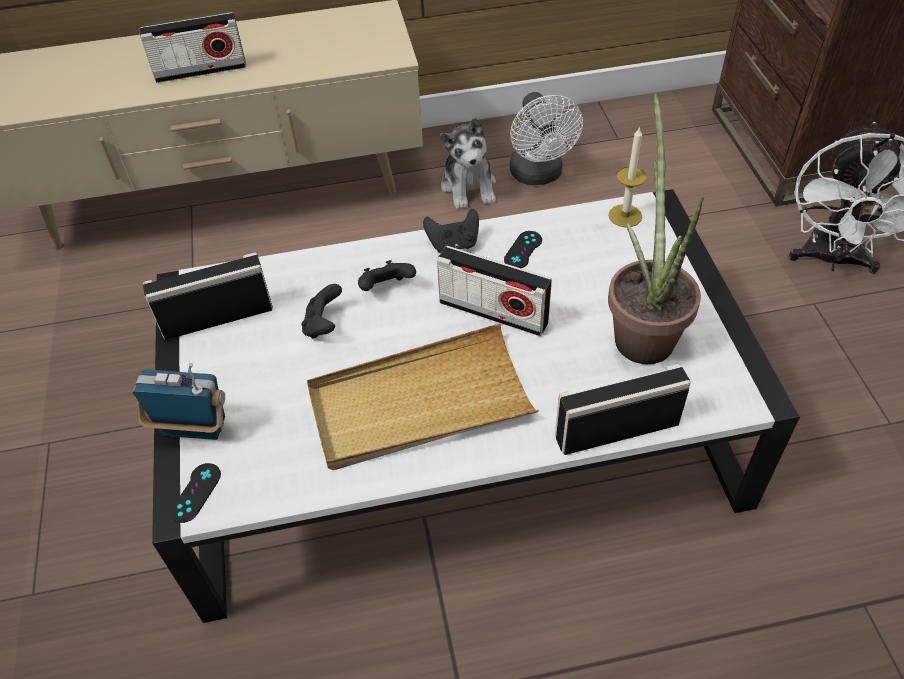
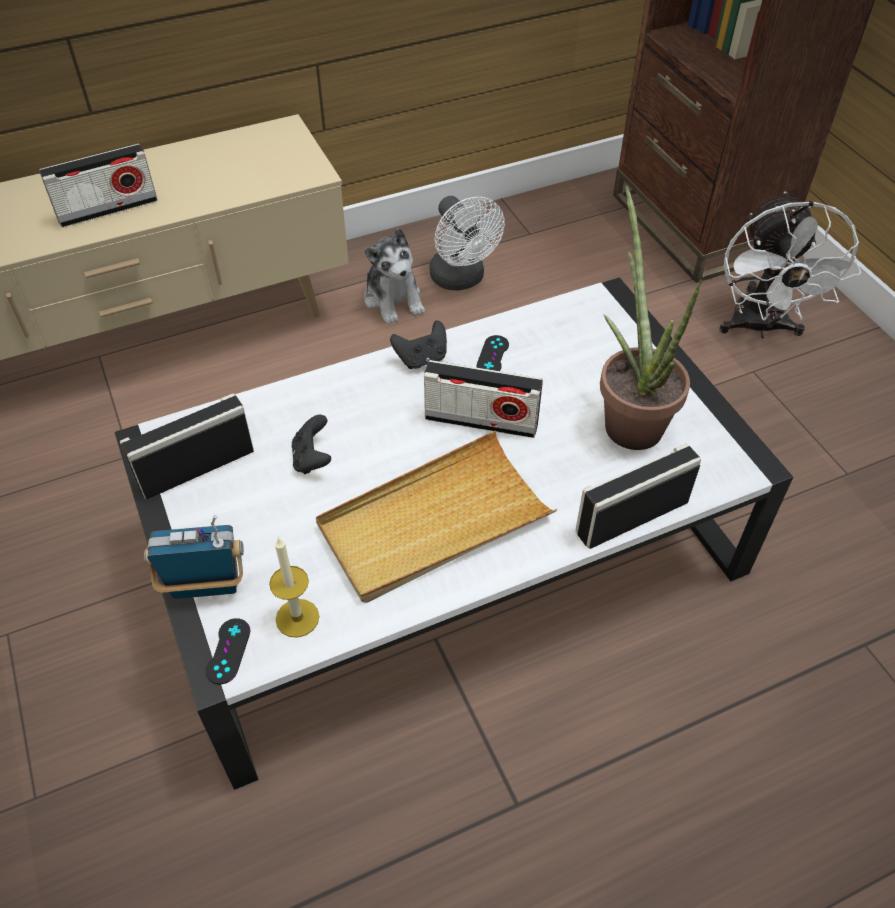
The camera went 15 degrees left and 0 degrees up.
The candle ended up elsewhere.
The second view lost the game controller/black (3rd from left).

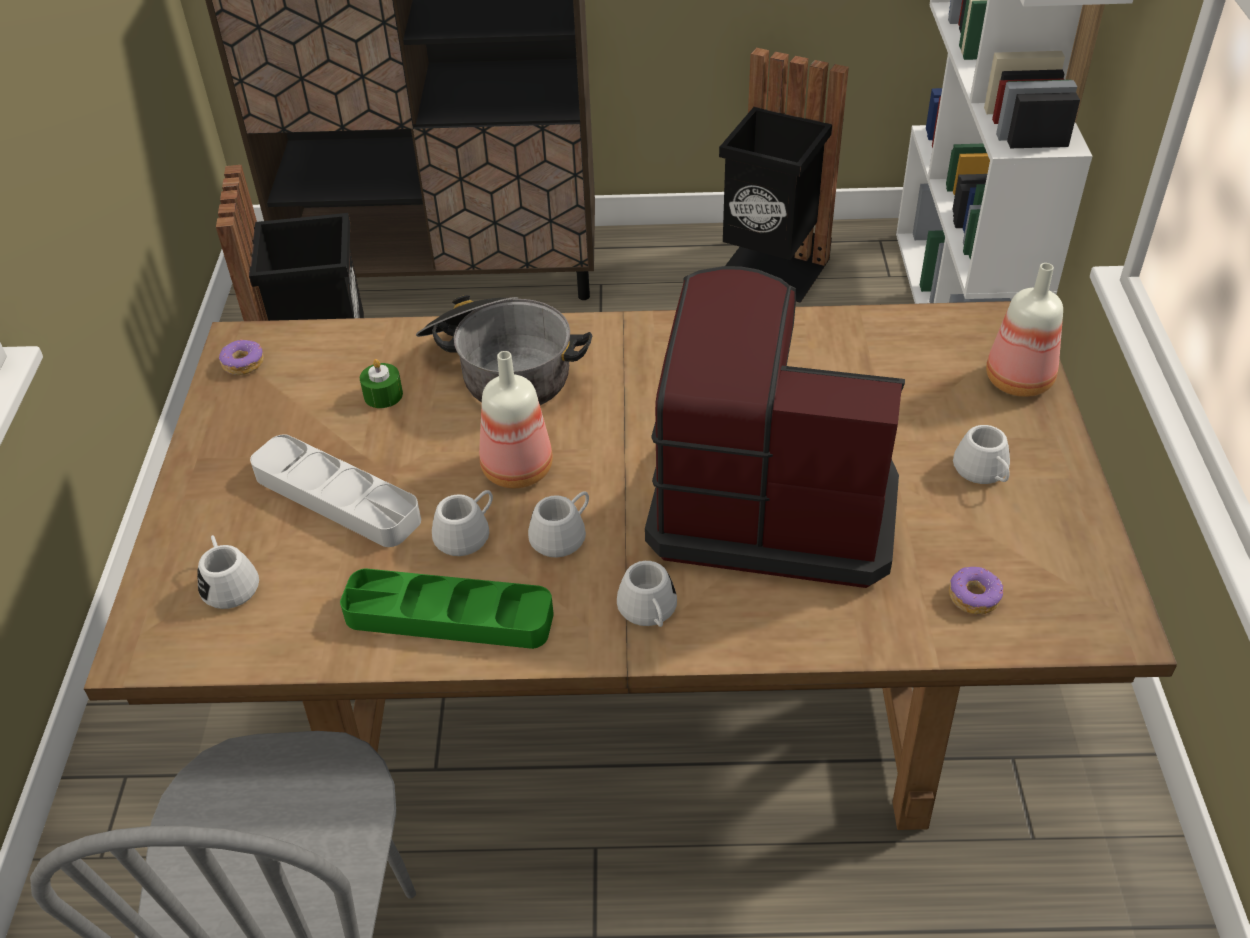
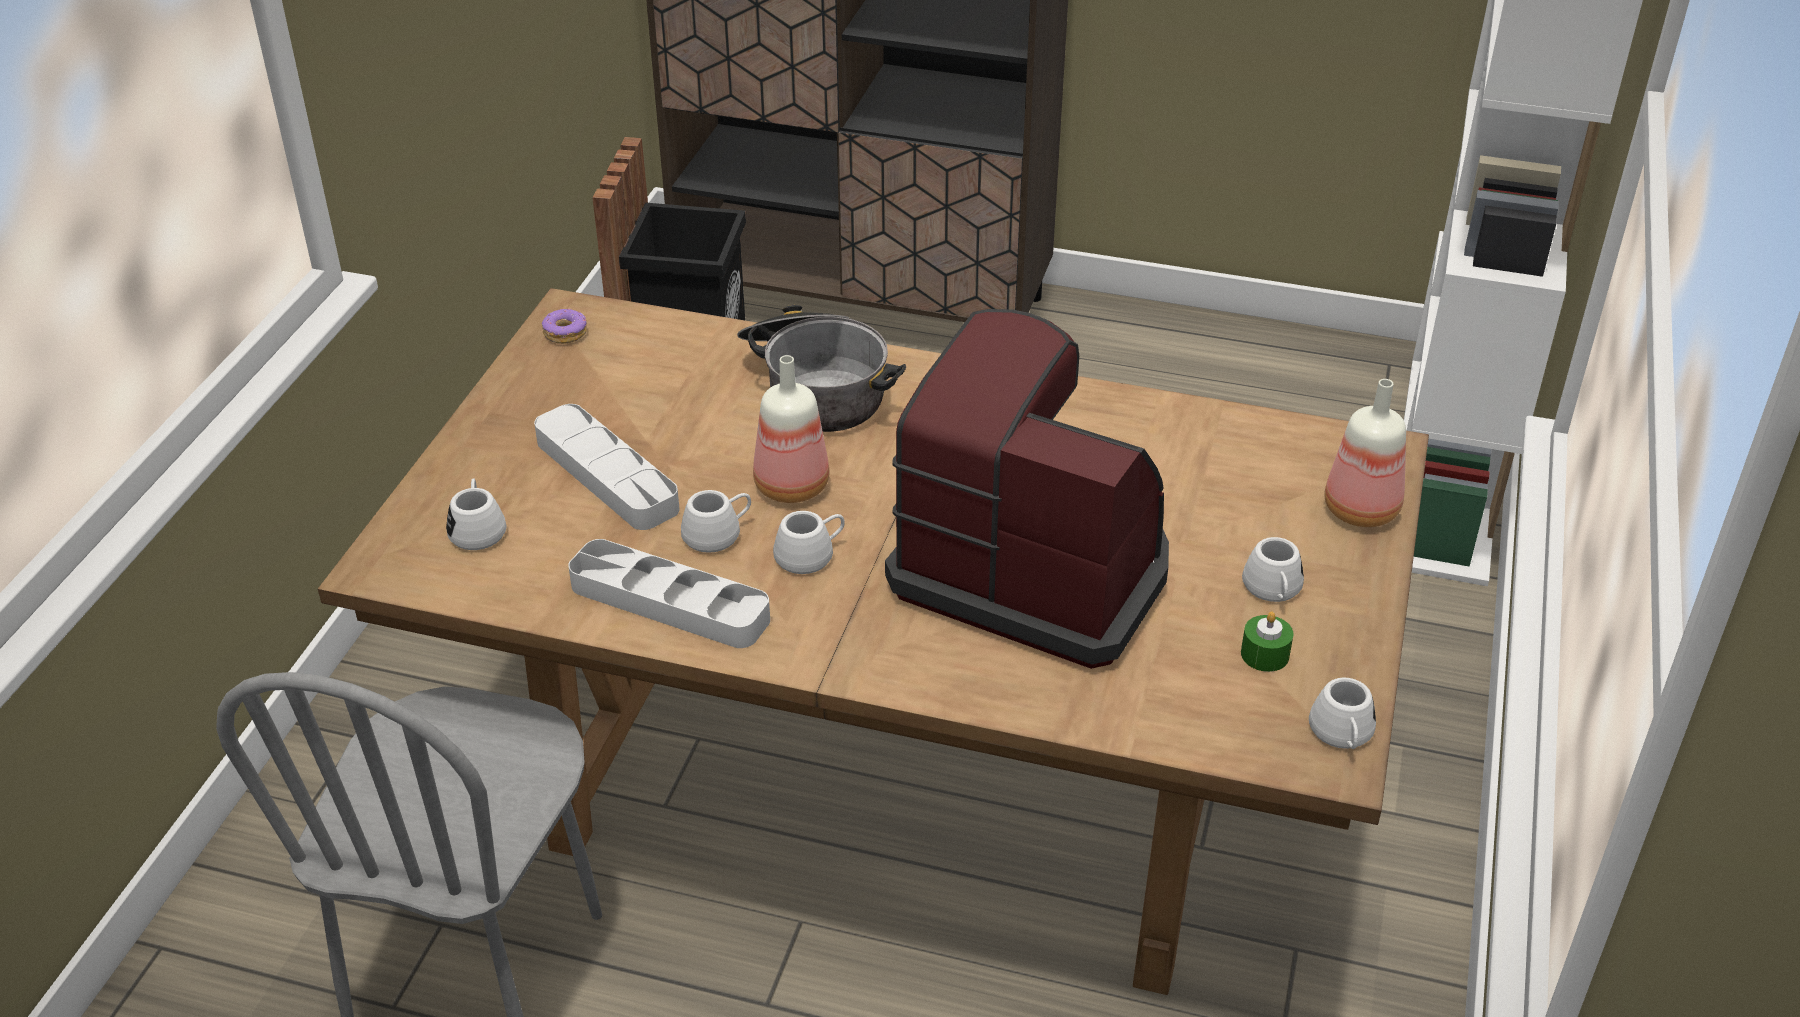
The camera went 15 degrees right and 5 degrees down.
What was the serving tray/green-coloured turned into the serving tray/grey (2nd from left).
The candle/green-coloured ended up elsewhere.
The tea mug/white-coloured (4th from left in the first image) ended up elsewhere.
The second view lost the waste bin/black (2nd from left).
The second view lost the ring doughnut (2nd from left).

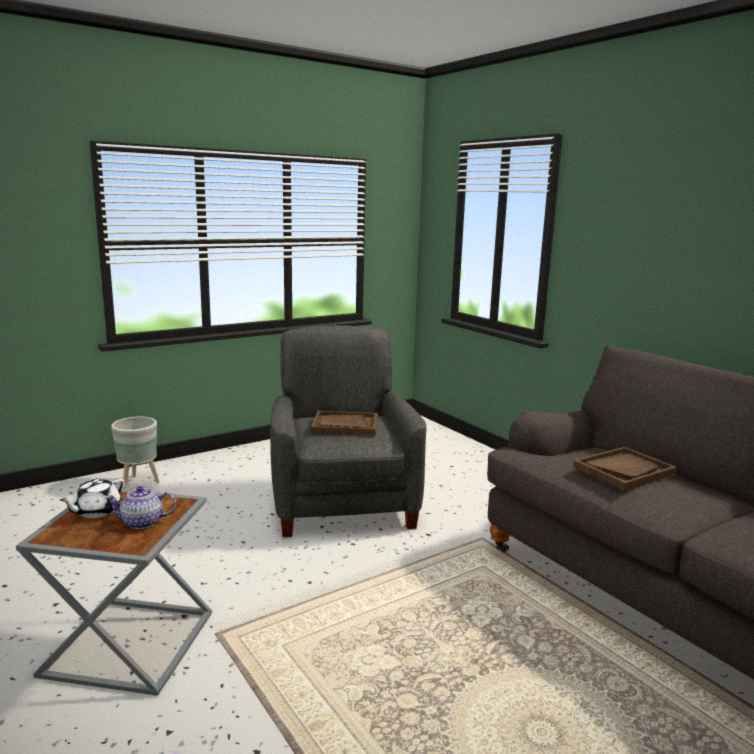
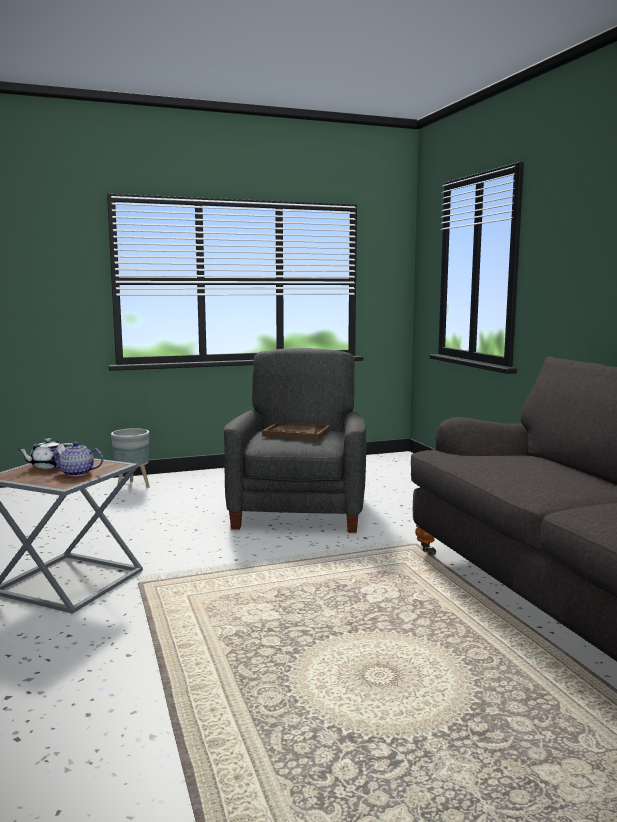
The camera went 15 degrees right and 5 degrees down.
The second view lost the serving tray/brownish (2nd from left).

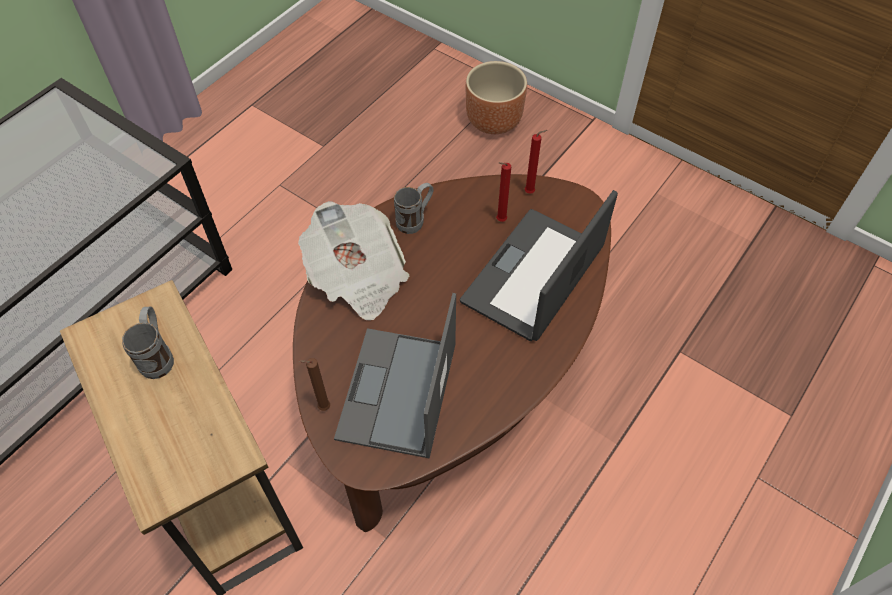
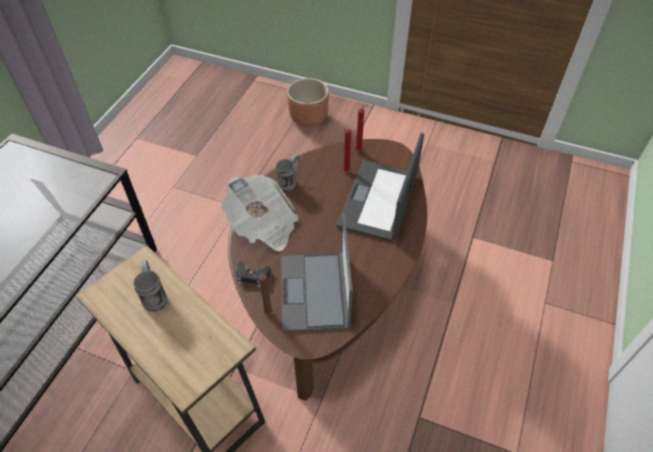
The camera went 15 degrees left and 5 degrees down.
The second view gained the game controller/black.

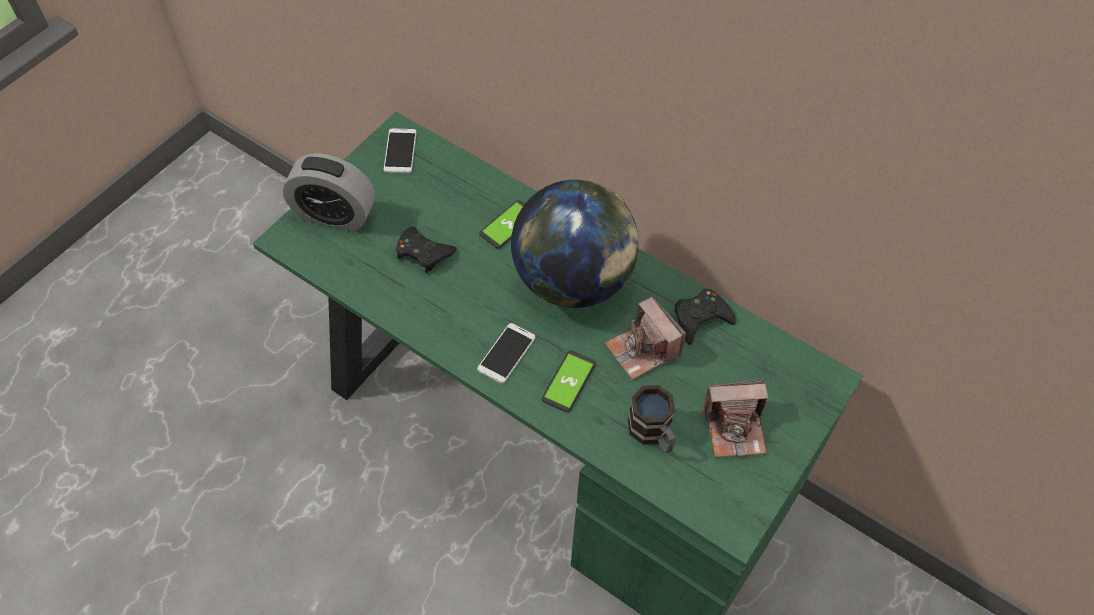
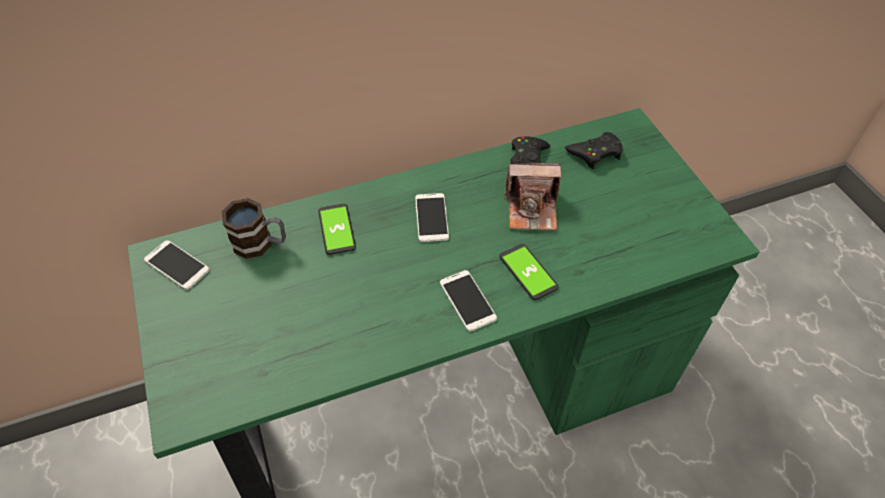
The camera went 55 degrees left and 5 degrees down.
The tea mug ended up elsewhere.
Where the desk globe stood, the phone (3rd from left) came to stand.
The game controller/black (1st from left in the first image) ended up elsewhere.
The second view lost the bedside clock.
The second view lost the photo camera (2nd from left).

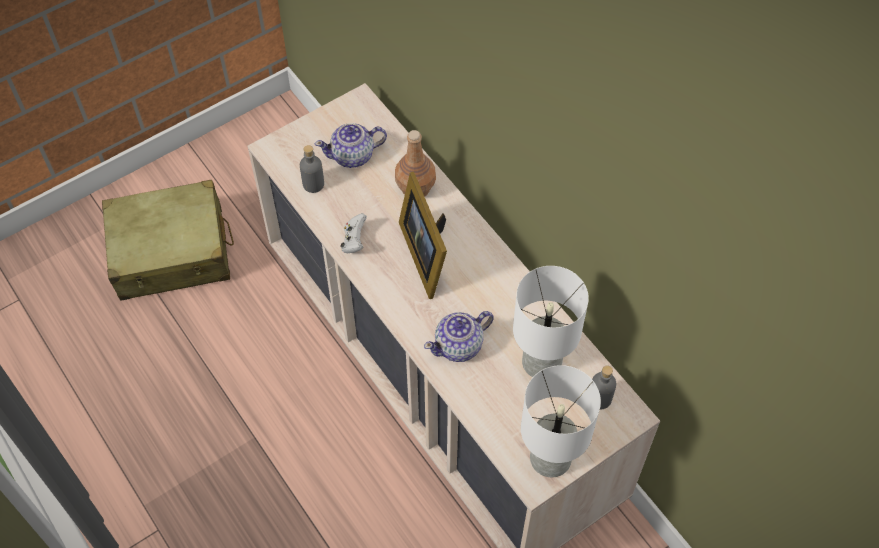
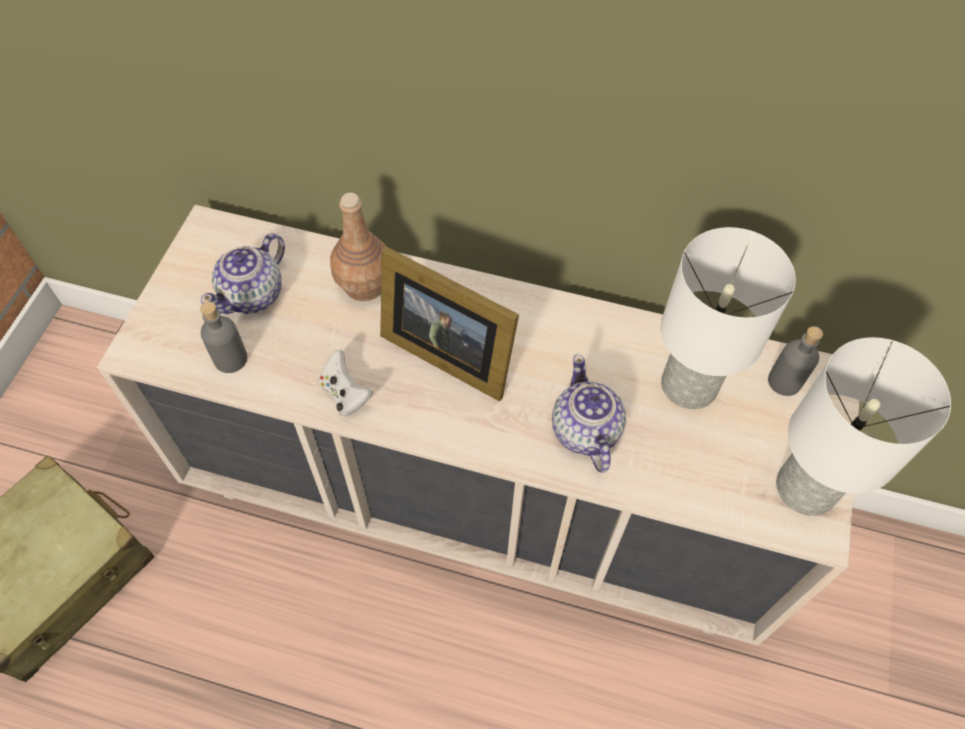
The camera went 40 degrees left and 0 degrees up.
The tea pot (2nd from left) ended up facing another way, 150 degrees clockwise from before.

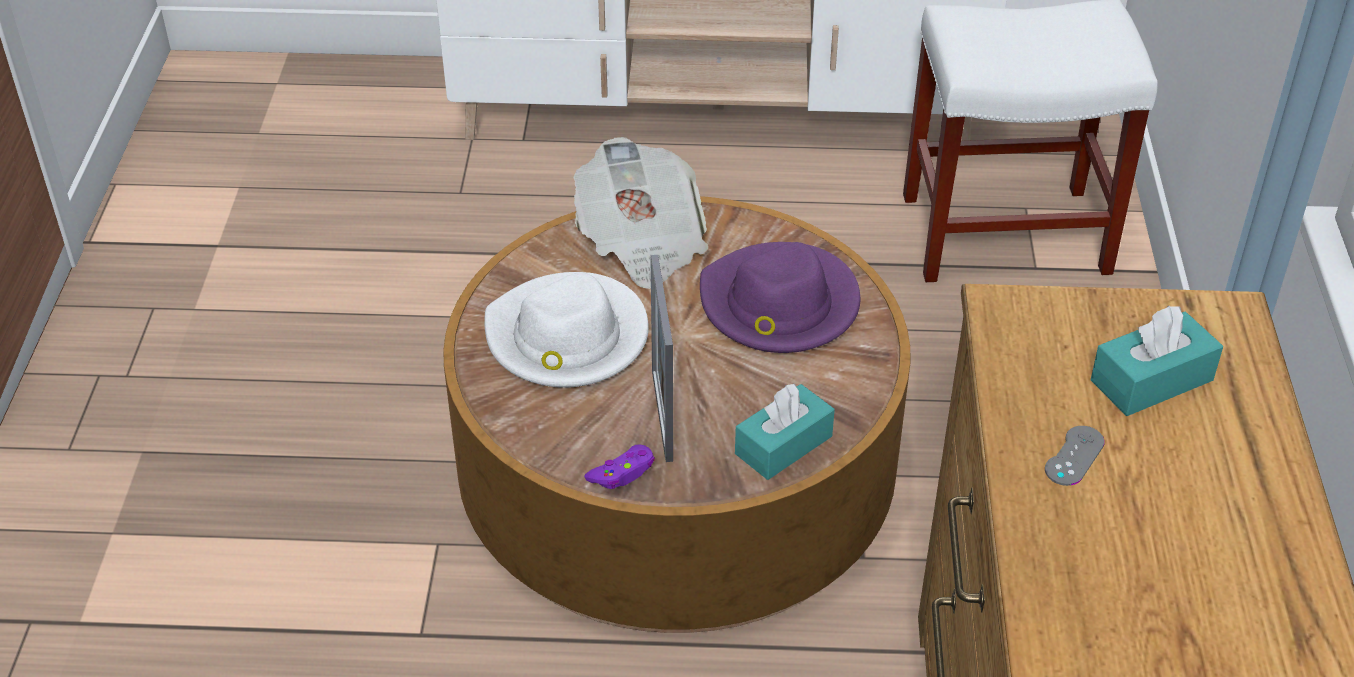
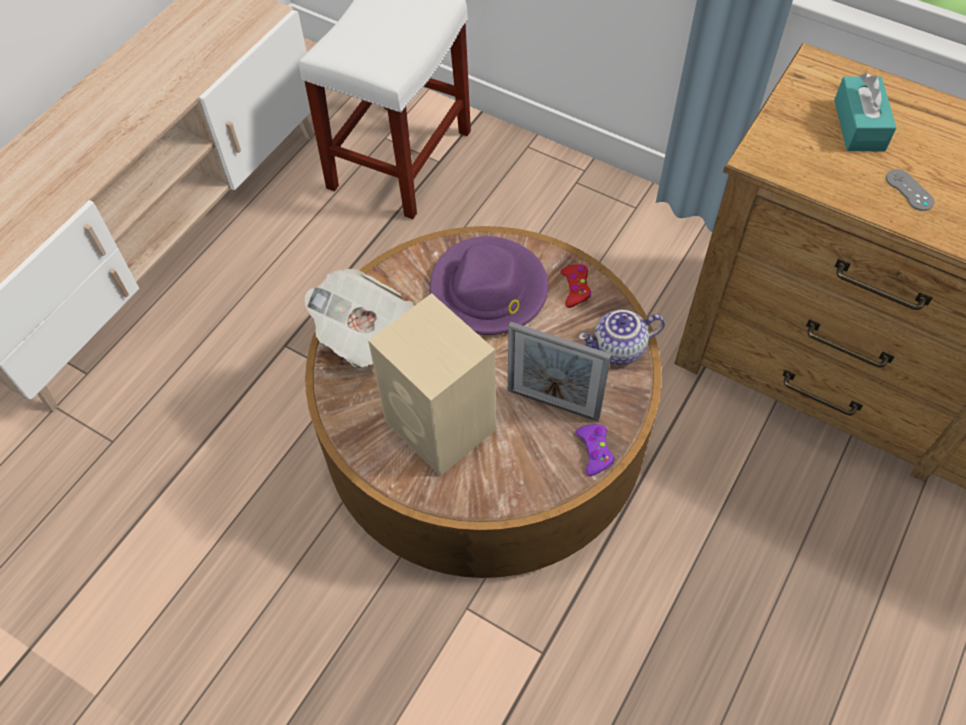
The camera went 60 degrees left and 15 degrees up.
Where the hat/white-coloured stood, the loudspeaker/beige came to stand.
The second view gained the game controller/reddish.
Where the tissue holder/turquoise-coloured (1st from left) stood, the tea pot came to stand.

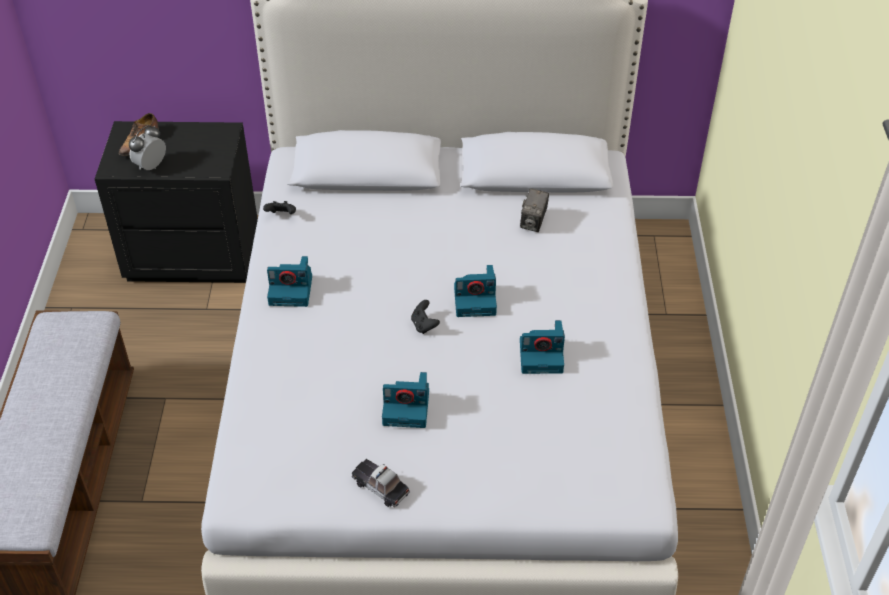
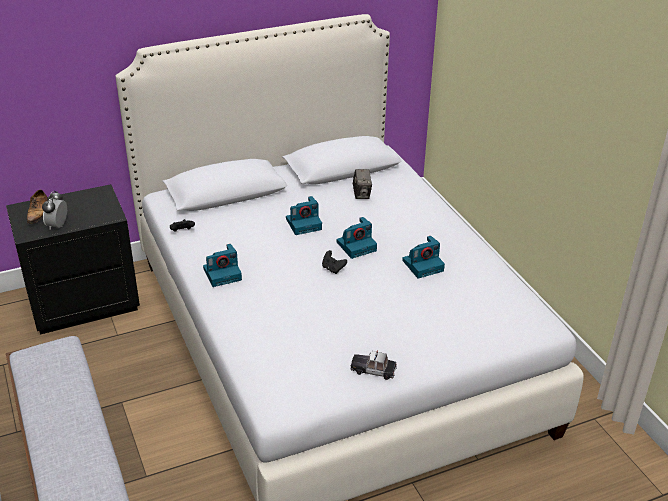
The camera went 25 degrees left and 10 degrees down.
The photo camera (2nd from left) ended up elsewhere.

